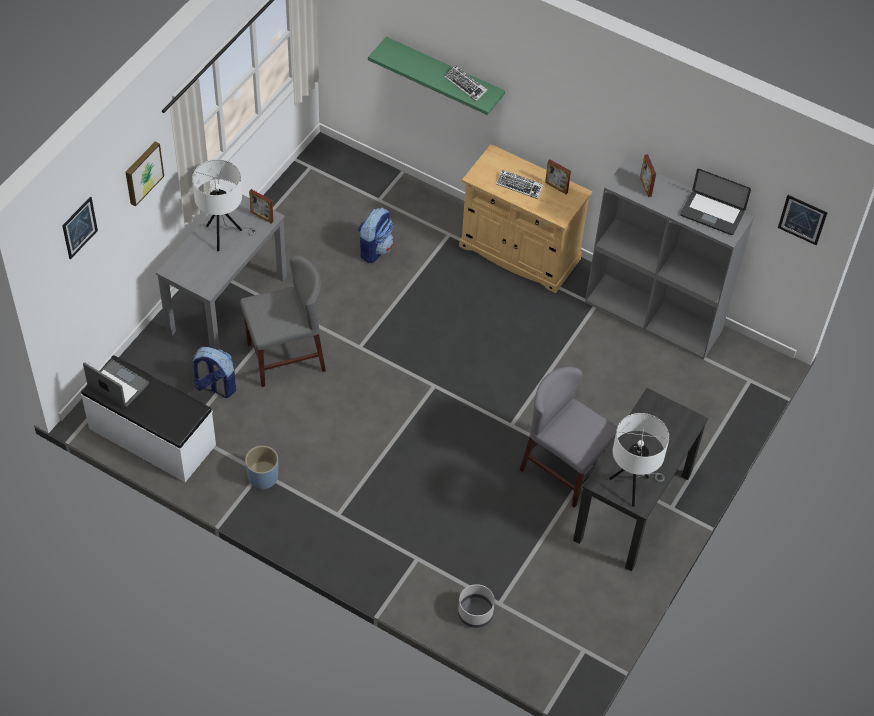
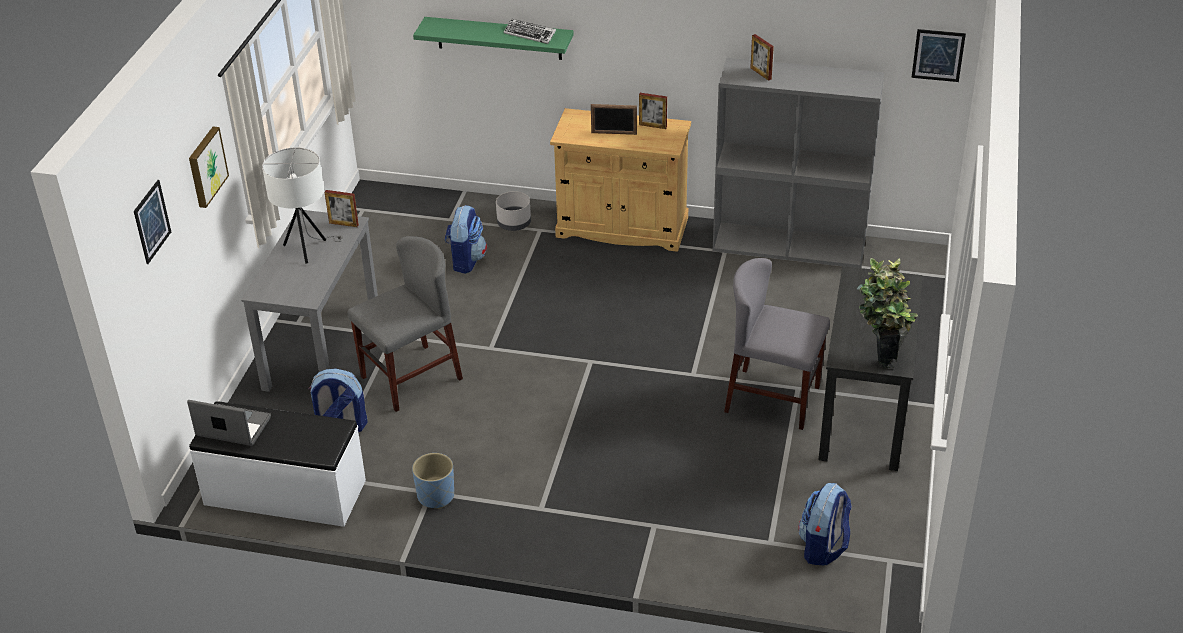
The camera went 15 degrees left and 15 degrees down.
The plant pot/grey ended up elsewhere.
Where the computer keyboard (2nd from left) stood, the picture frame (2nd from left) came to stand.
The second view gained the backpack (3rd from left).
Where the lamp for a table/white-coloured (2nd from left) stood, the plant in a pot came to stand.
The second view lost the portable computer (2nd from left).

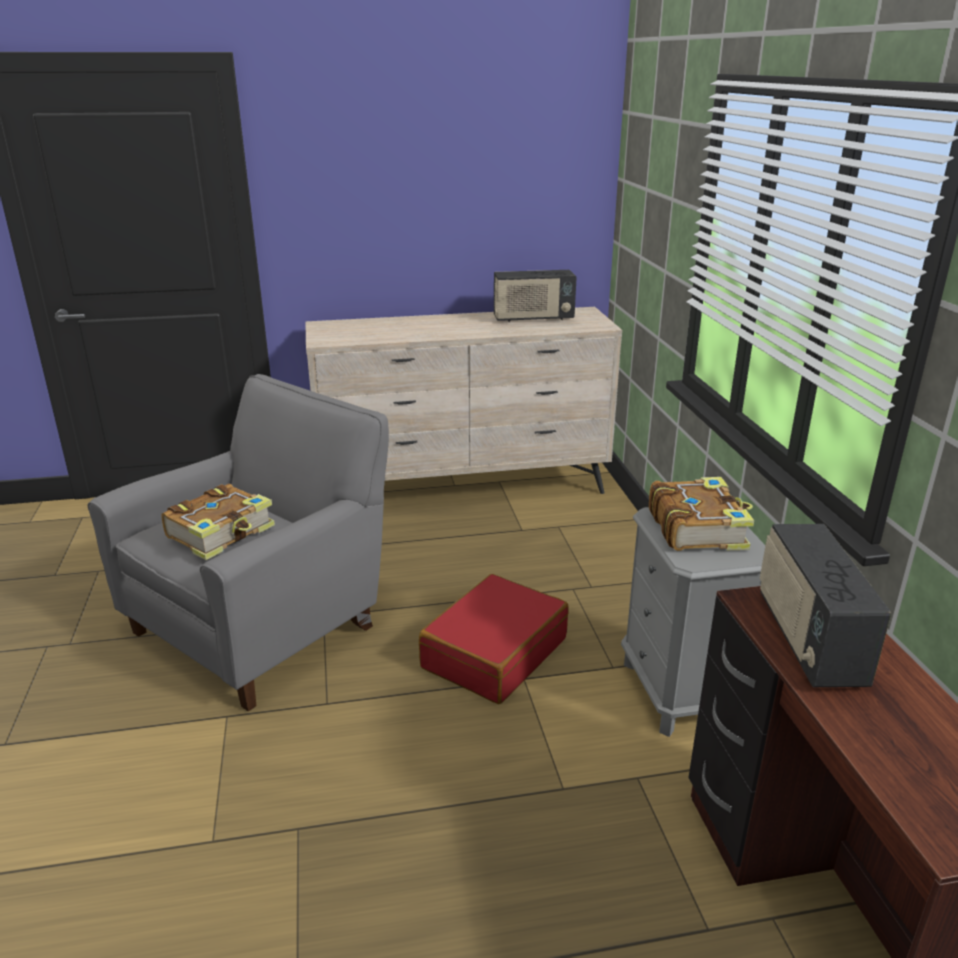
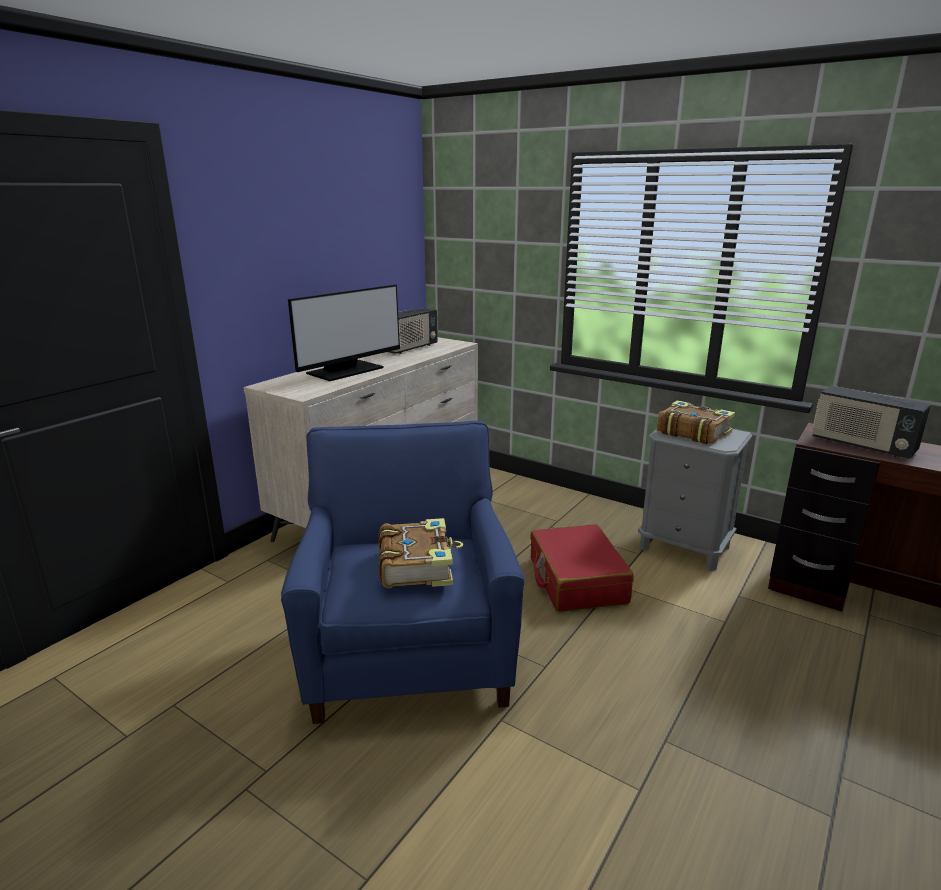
The camera went 45 degrees left and 5 degrees down.
What was the armchair/grey turned into the armchair/blue-coloured.
The second view gained the computer display.

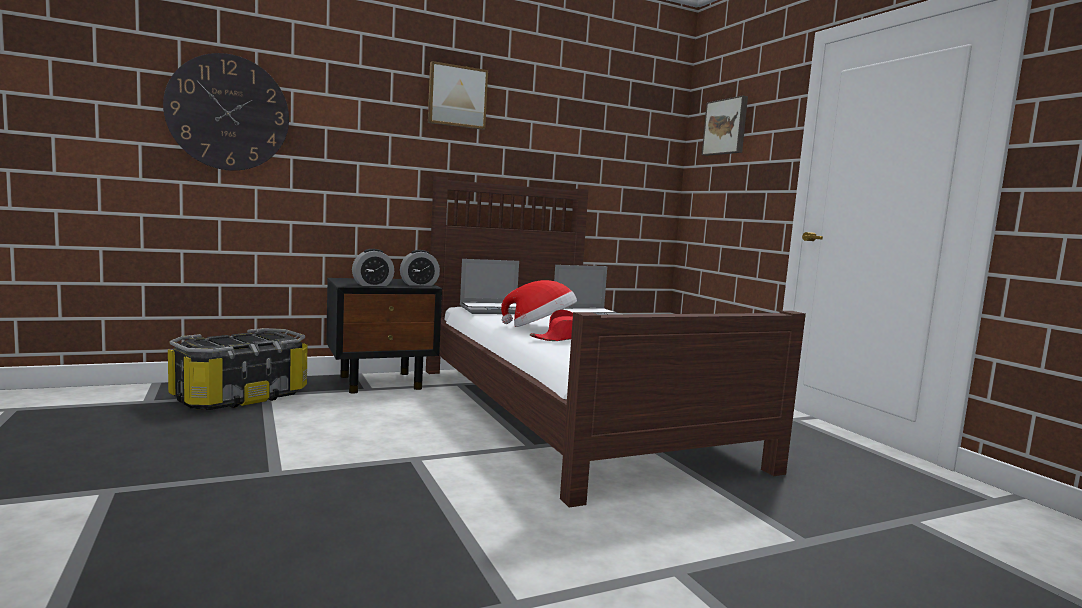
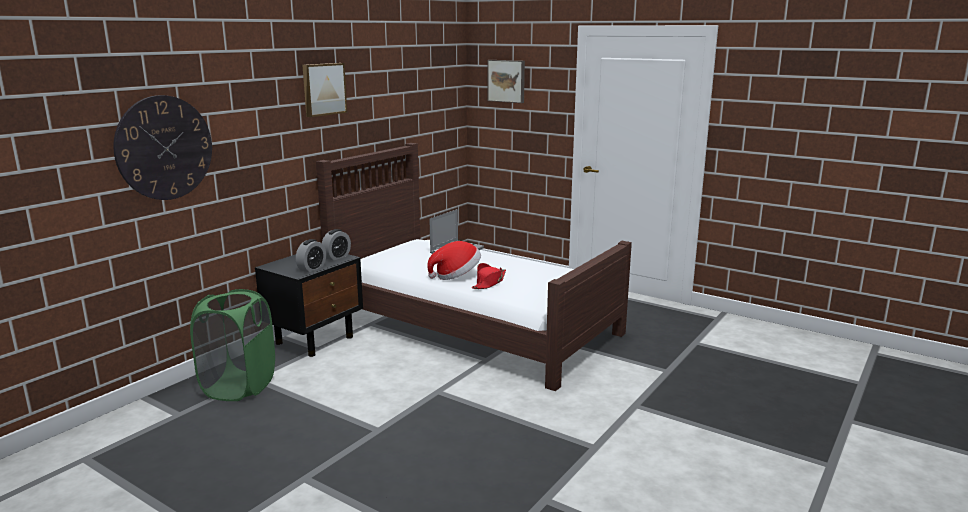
The camera went 30 degrees left and 10 degrees up.
Where the storage bin stood, the washing basket/green-coloured came to stand.
The second view lost the portable computer (1st from left).

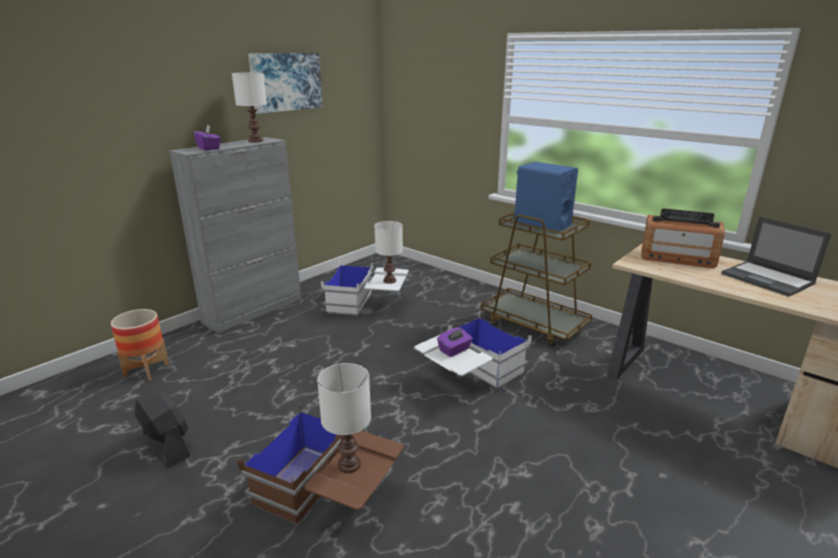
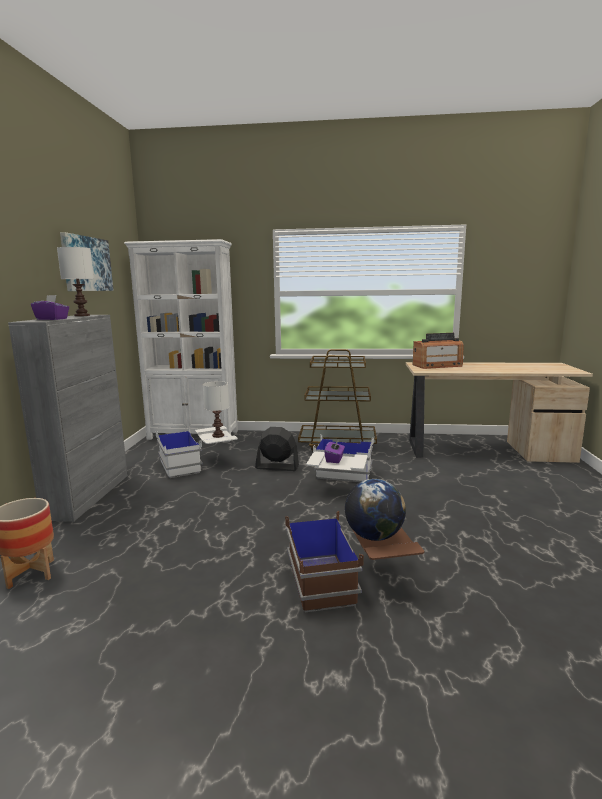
The camera went 35 degrees left and 10 degrees down.
The second view gained the shelving unit/white-coloured.
The fan/black ended up elsewhere.
Where the lamp for a table/white-coloured (2nd from left) stood, the desk globe came to stand.
The second view lost the loudspeaker/blue-coloured.
The second view lost the portable computer.

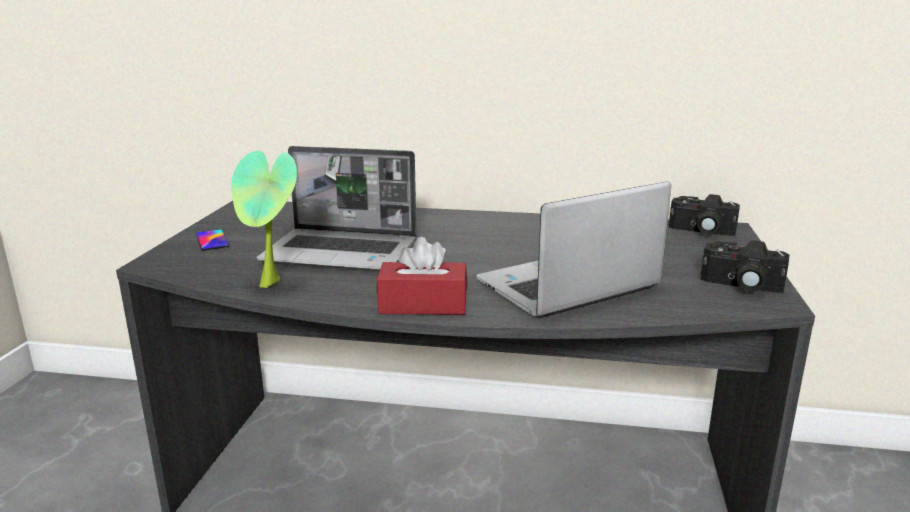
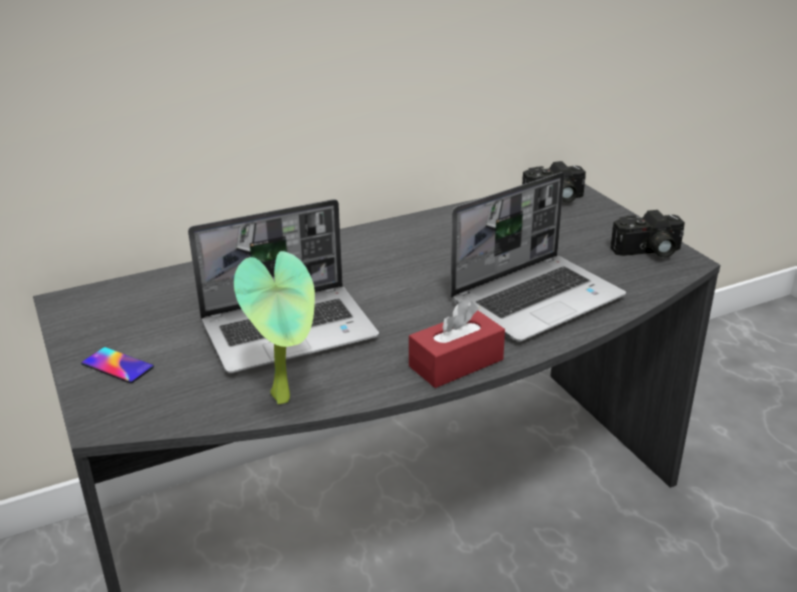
The camera went 35 degrees left and 10 degrees up.
The portable computer (2nd from left) ended up facing another way, 150 degrees counterclockwise from before.

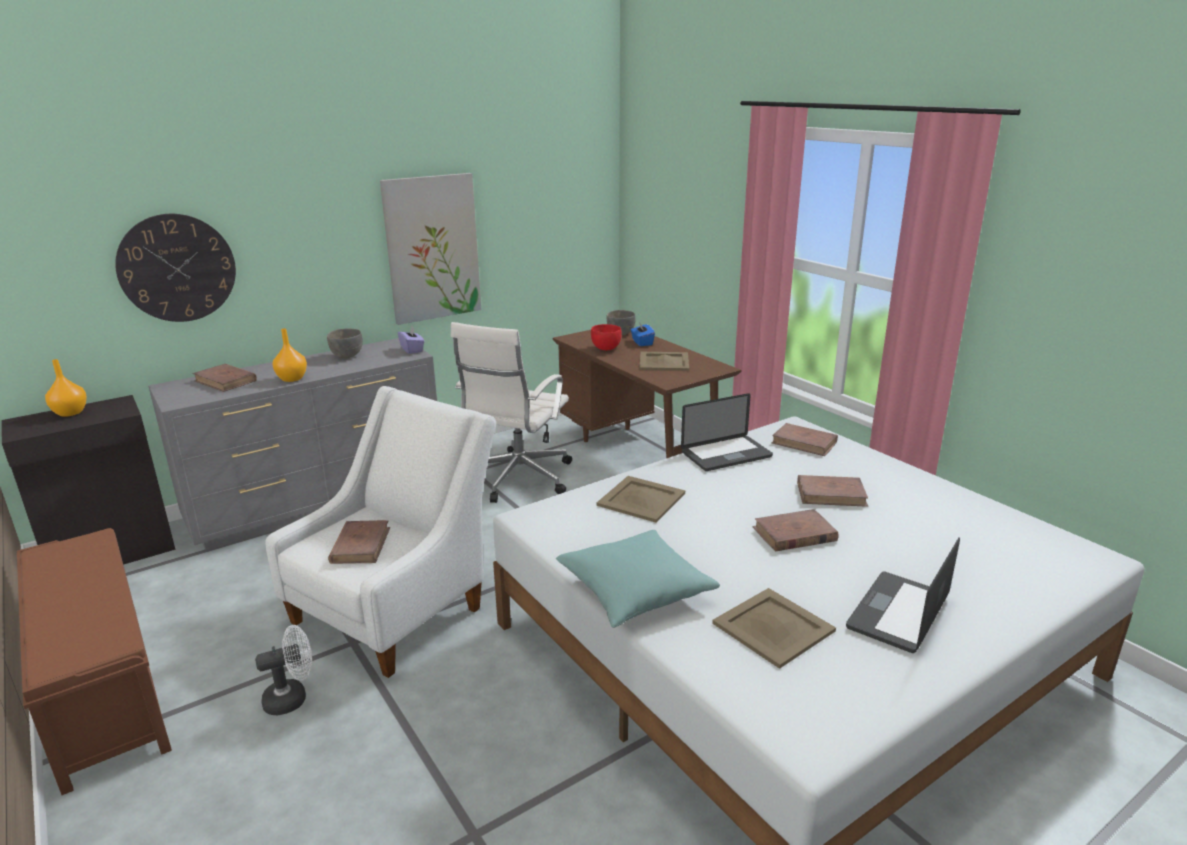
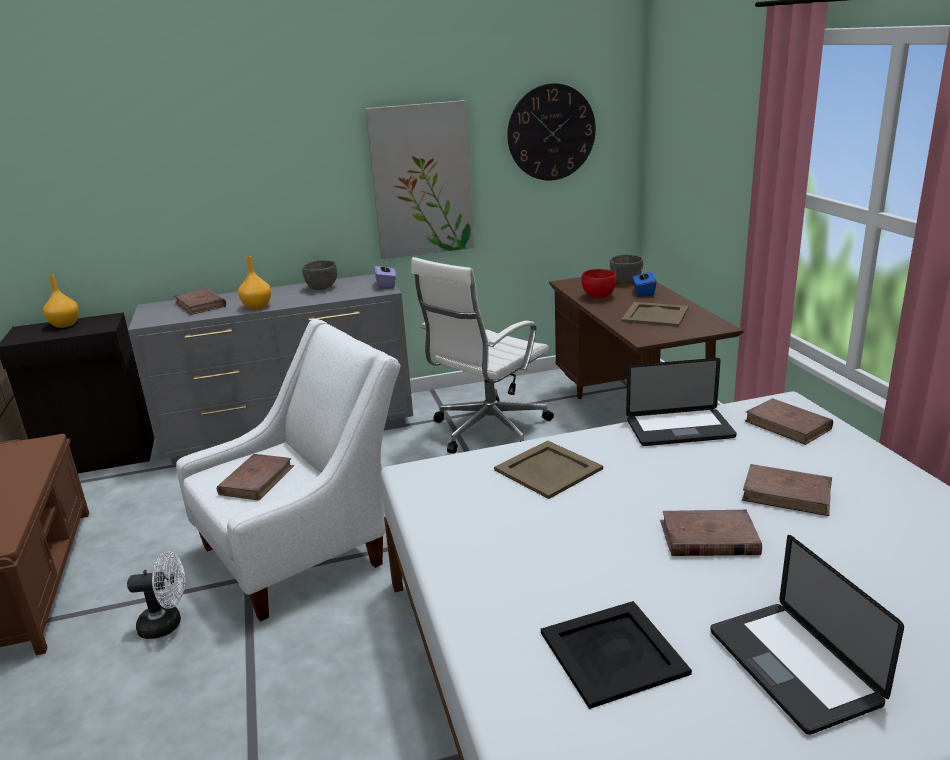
The camera went 20 degrees right and 0 degrees up.
The hanging clock ended up elsewhere.
What was the serving tray/beige (3rd from left) turned into the serving tray/black.
The portable computer (2nd from left) ended up facing another way, 75 degrees counterclockwise from before.
The second view lost the cushion/turquoise-coloured.

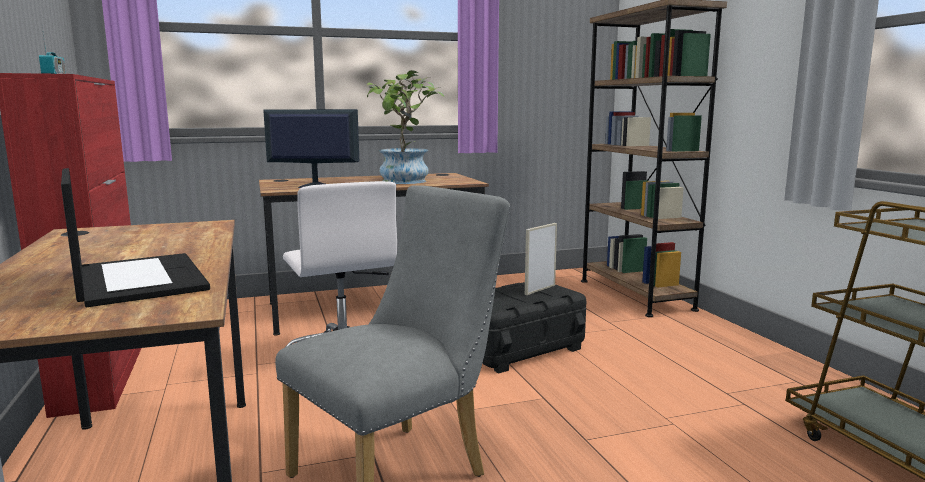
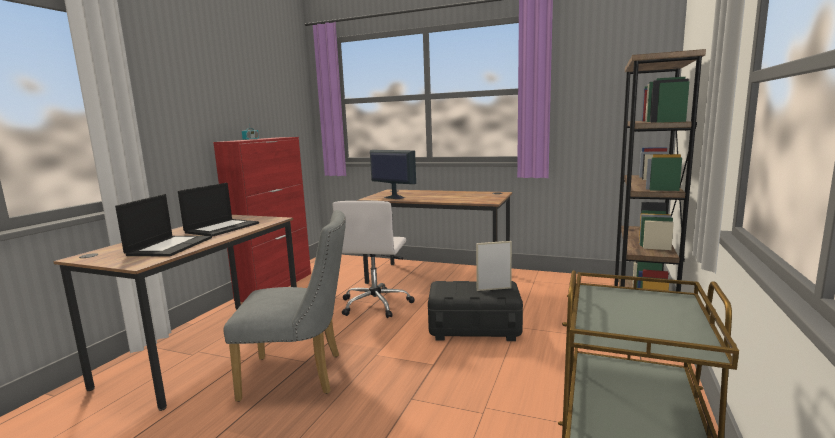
The camera went 40 degrees right and 0 degrees up.
The second view gained the portable computer (2nd from left).
The second view lost the plant in a pot.

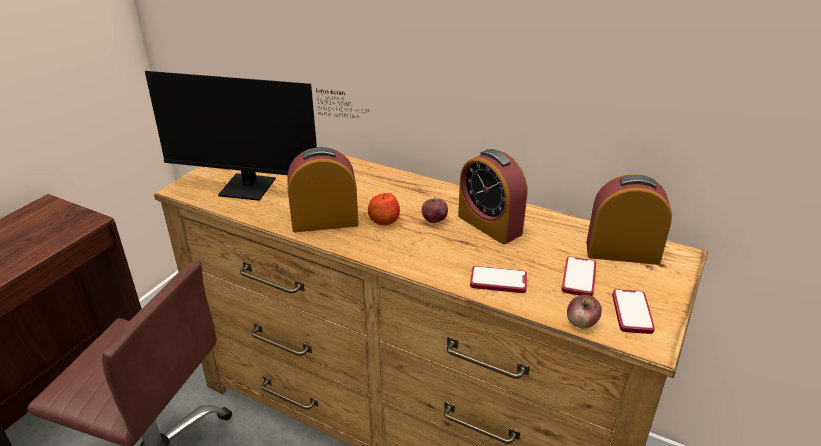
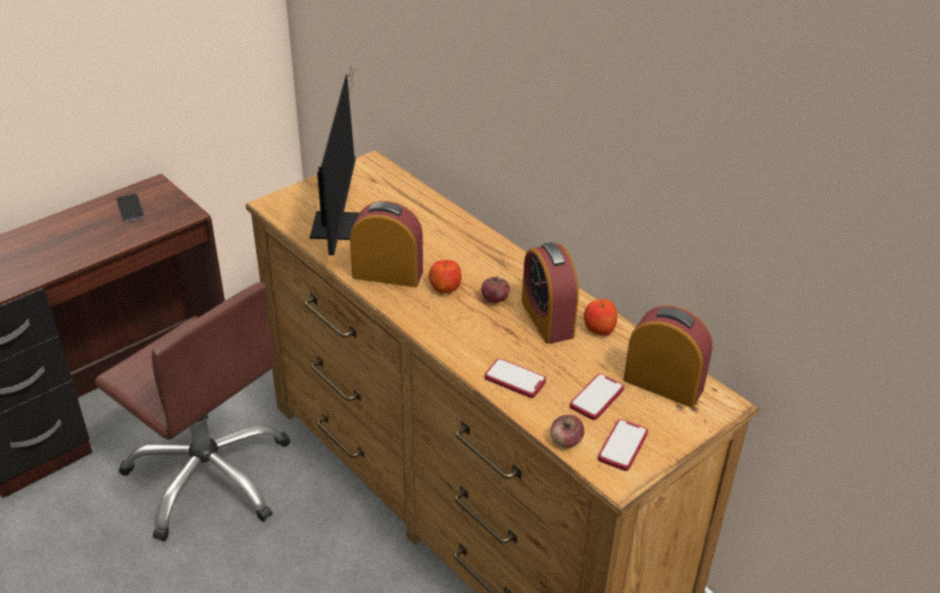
The camera went 20 degrees right and 5 degrees up.
The second view gained the phone (1st from left).
The computer display ended up facing another way, 120 degrees counterclockwise from before.
The second view gained the whole apple (4th from left).

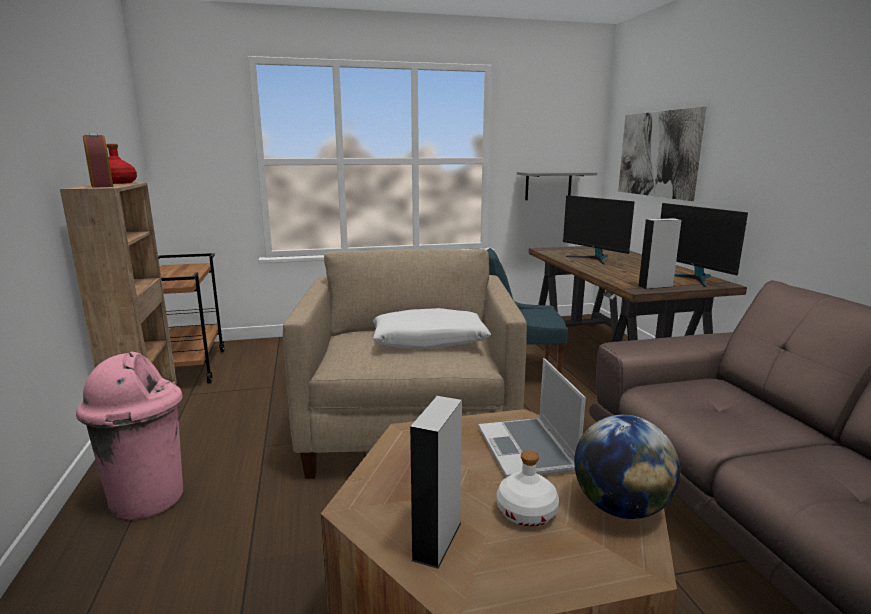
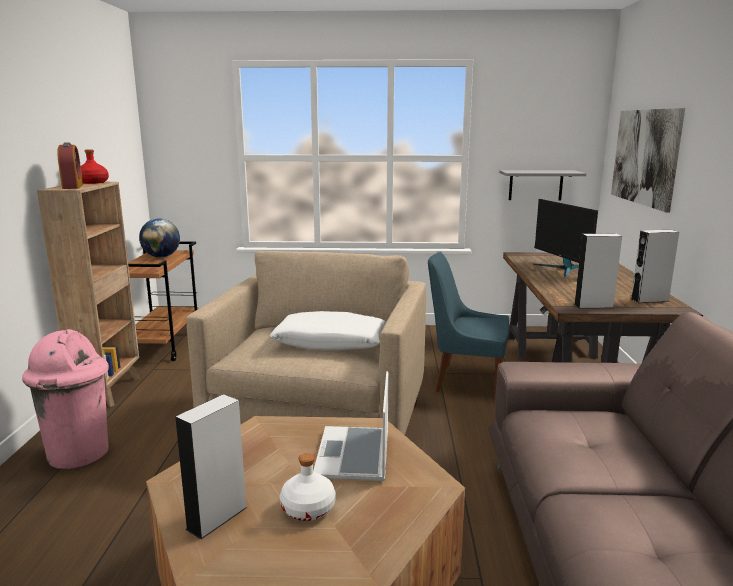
The camera went 15 degrees right and 0 degrees up.
The desk globe ended up elsewhere.
Where the computer display (2nd from left) stood, the loudspeaker/grey (3rd from left) came to stand.

